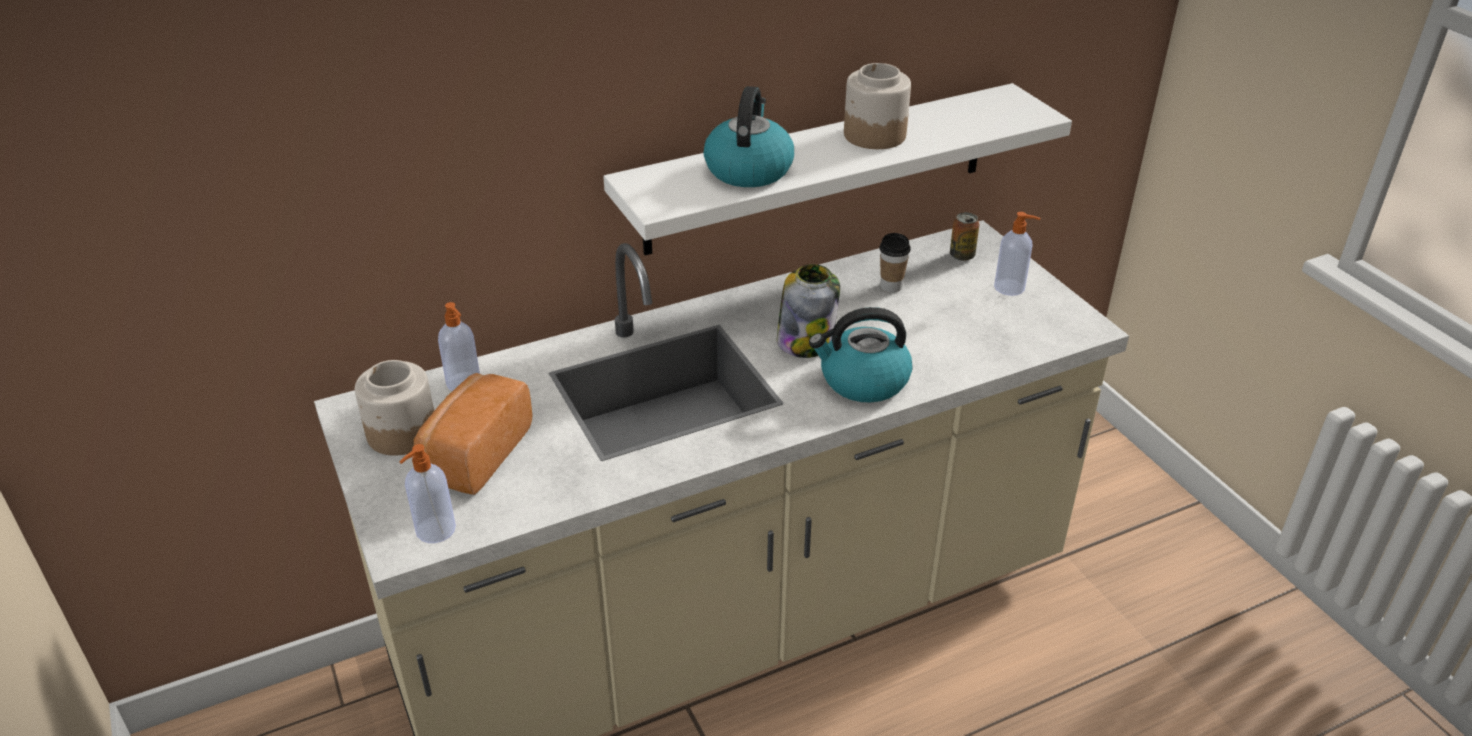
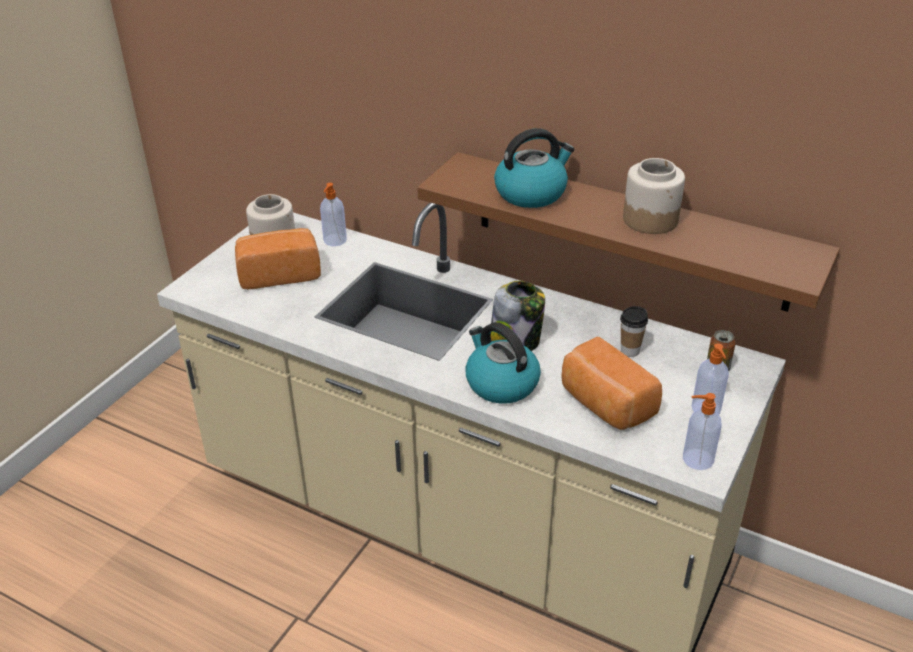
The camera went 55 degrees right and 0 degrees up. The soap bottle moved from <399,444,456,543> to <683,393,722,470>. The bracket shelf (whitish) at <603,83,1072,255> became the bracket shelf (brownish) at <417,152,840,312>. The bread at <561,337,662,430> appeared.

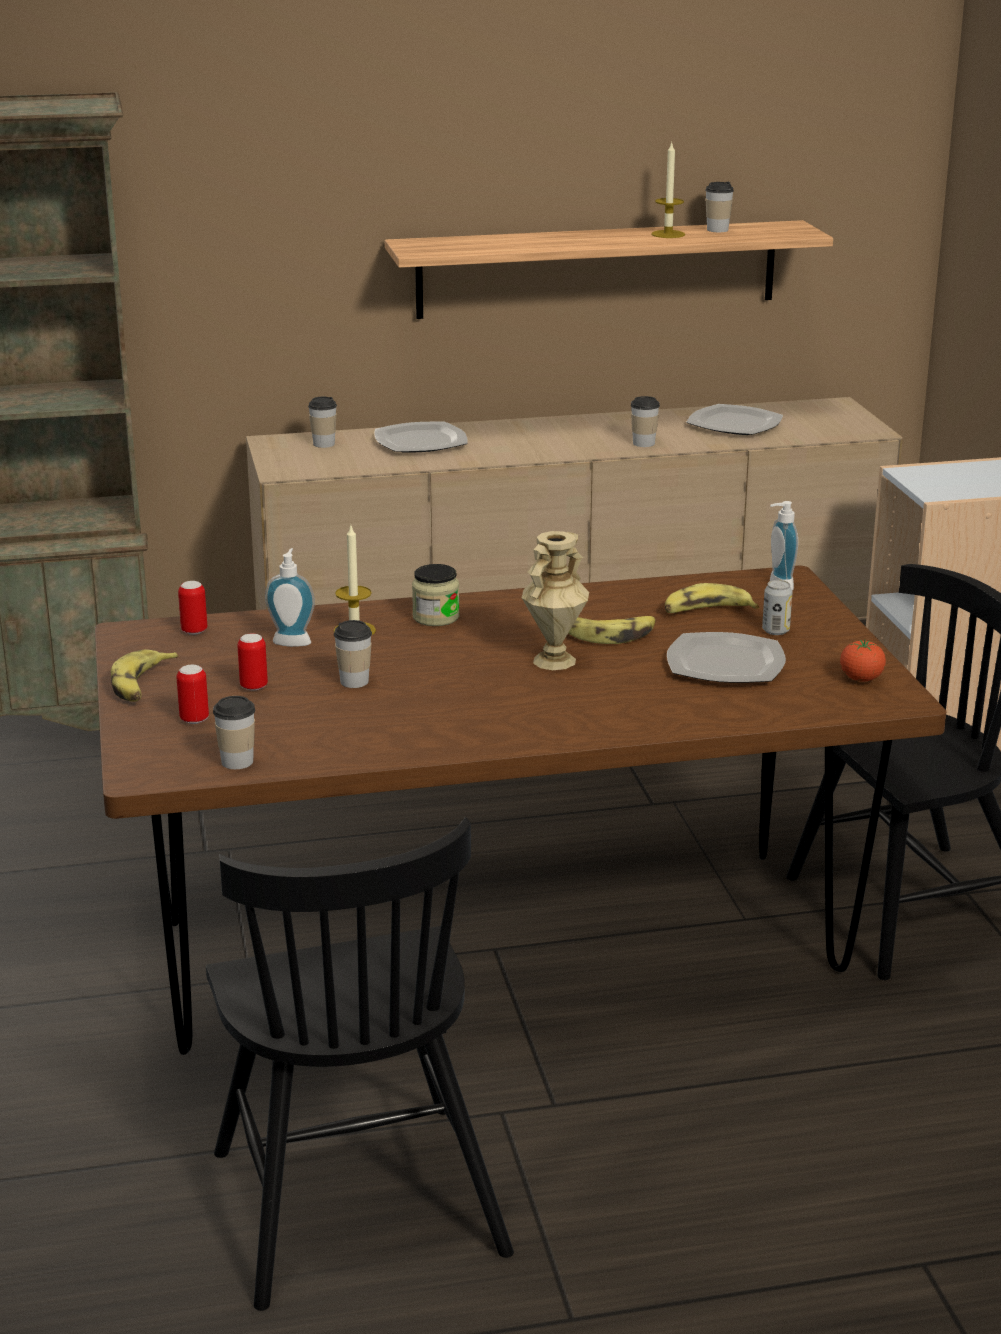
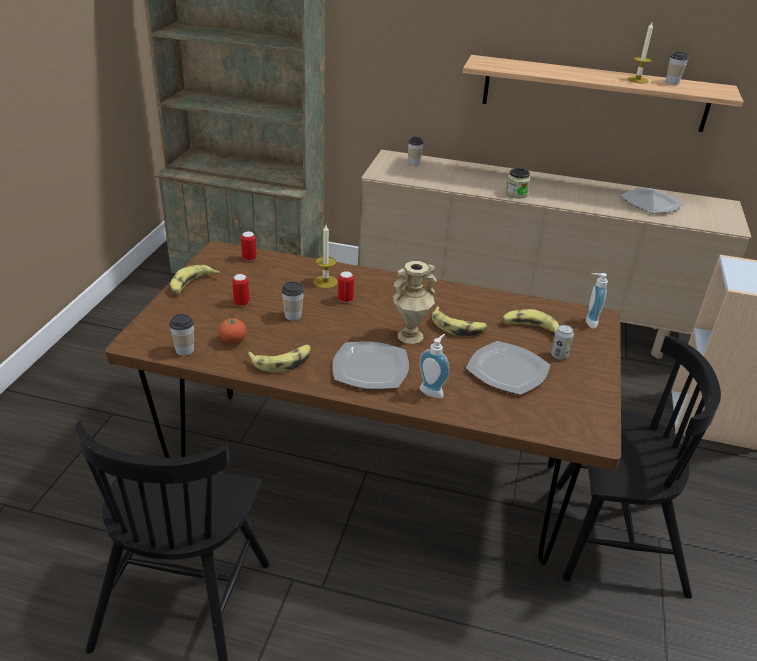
The camera went 25 degrees right and 10 degrees up. The can moved from <177,665,209,724> to <338,271,354,303>. The soap bottle moved from <265,548,315,647> to <419,334,450,398>. The plate moved from <375,422,468,453> to <333,342,409,389>. The storage jar moved from <412,564,459,626> to <505,168,530,198>. The cup at <631,396,660,447> disappeared. The tomato moved from <840,639,886,682> to <218,318,247,344>. The banana at <247,345,311,372> appeared.

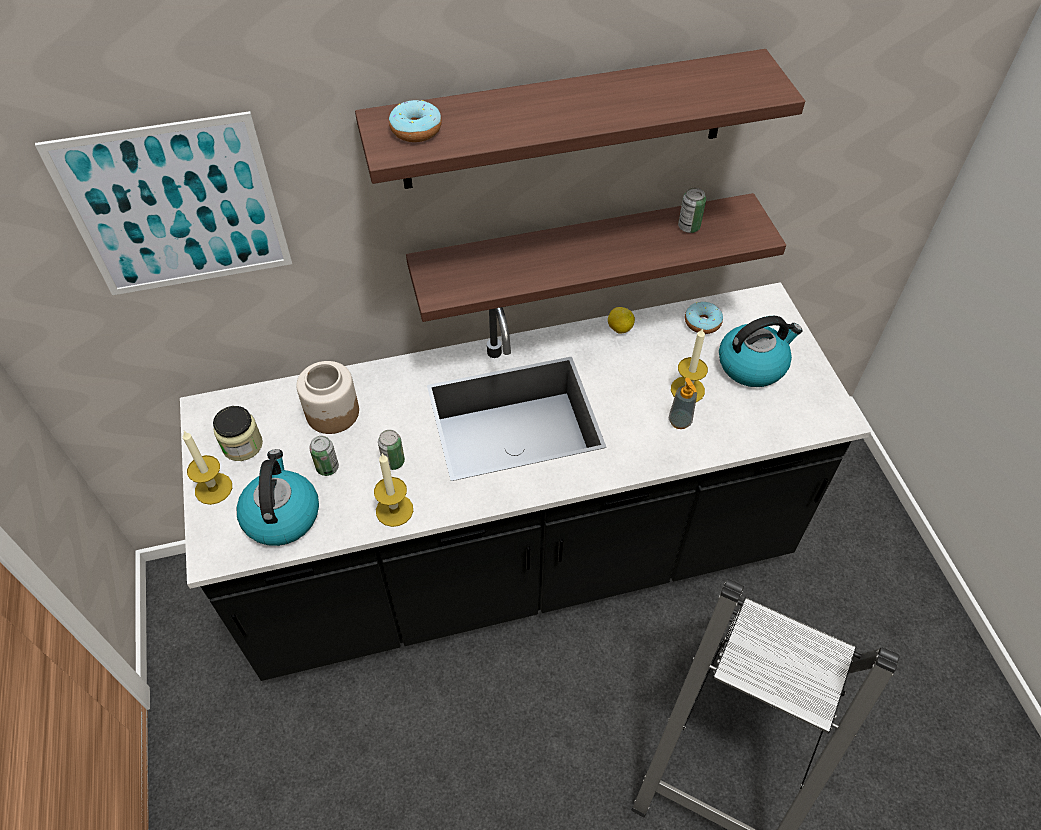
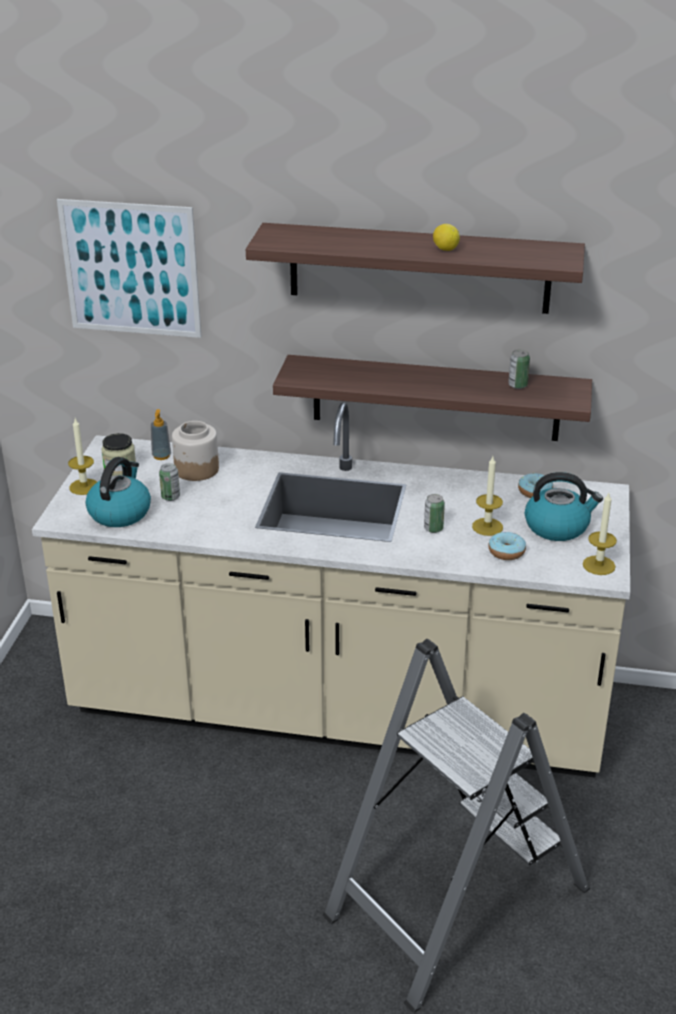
The camera went 25 degrees right and 20 degrees down. The counter (black-coloured) at <180,282,871,681> became the counter (sand-coloured) at <32,403,630,777>. The wax light moved from <374,453,413,527> to <583,493,617,575>. The can moved from <378,430,405,470> to <424,494,445,533>. The doughnut moved from <389,100,442,142> to <488,532,526,560>. The citrus fruit moved from <608,307,635,333> to <433,224,460,251>. The soap bottle moved from <669,378,697,429> to <151,409,171,460>.

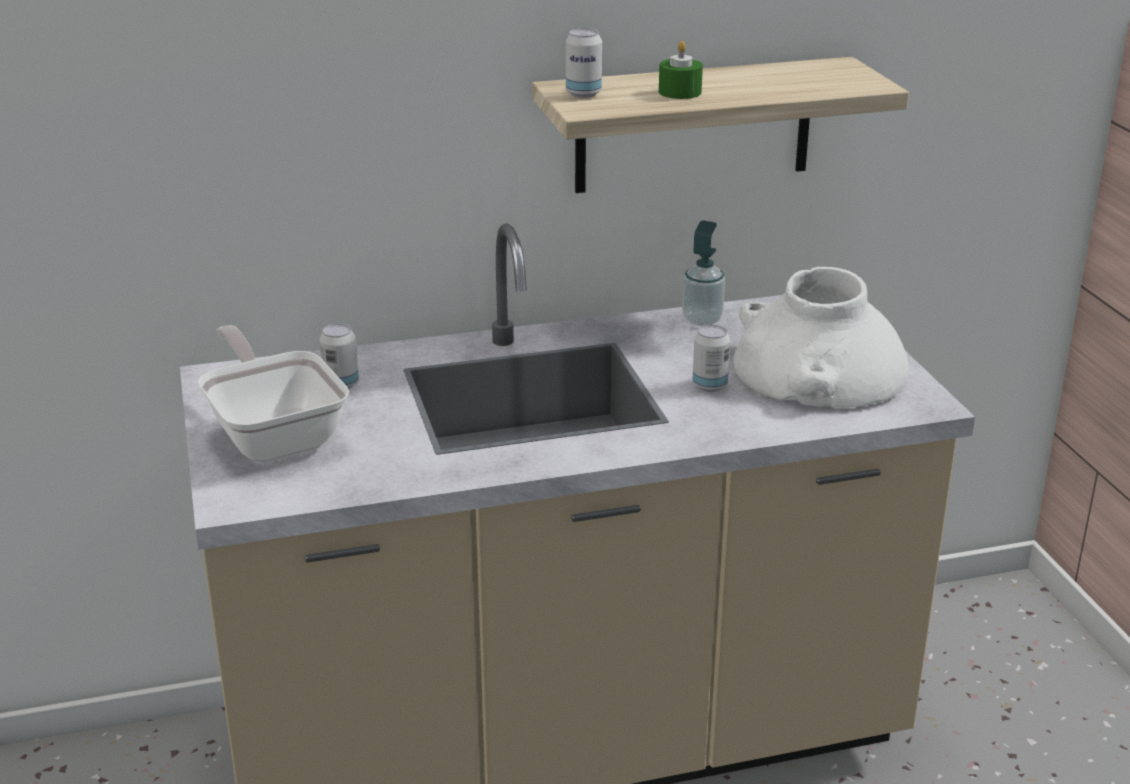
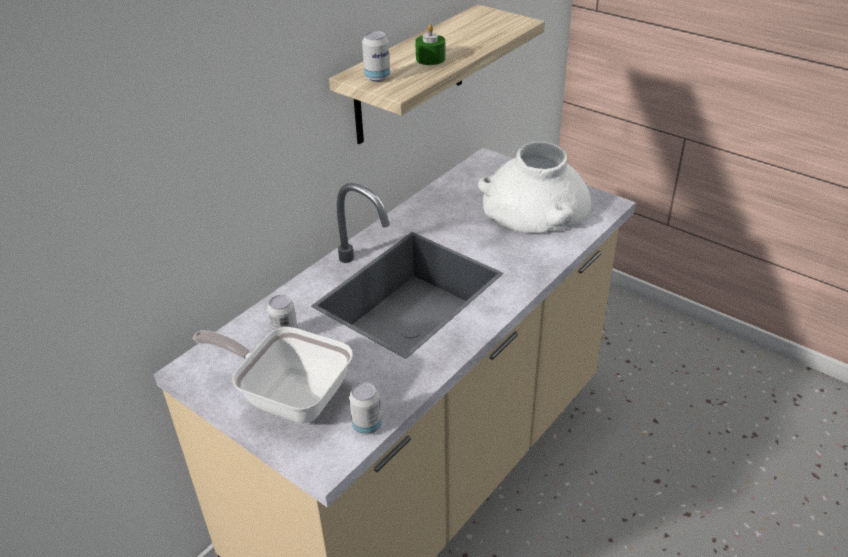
The camera went 35 degrees left and 10 degrees up. The soap bottle at <682,221,725,326> disappeared. The can moved from <692,325,730,392> to <349,382,382,435>.

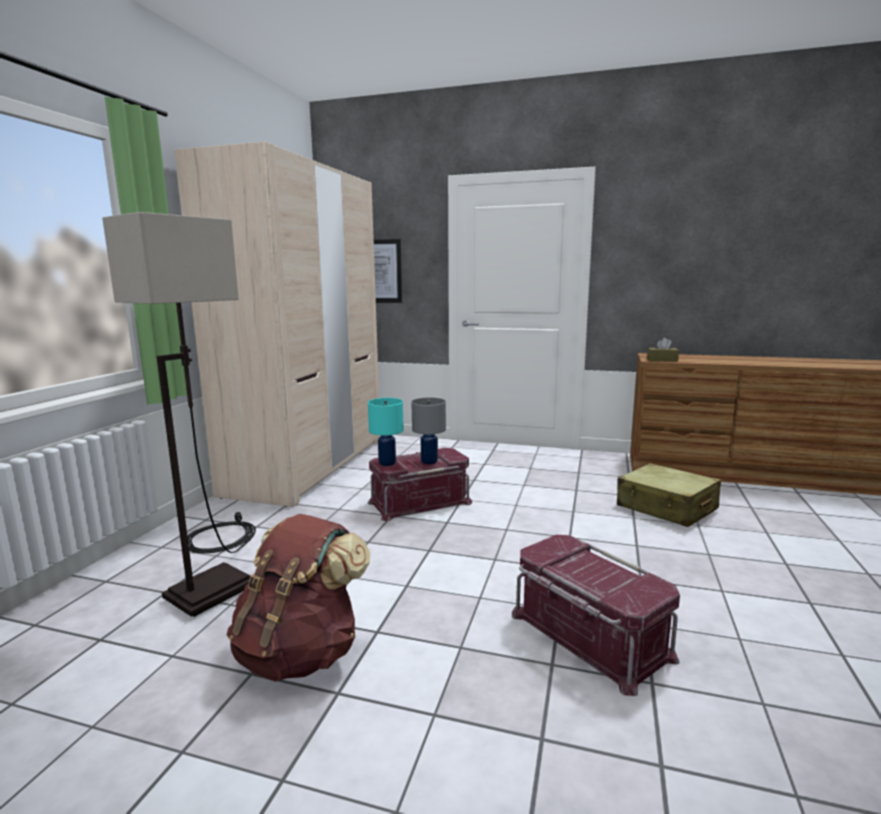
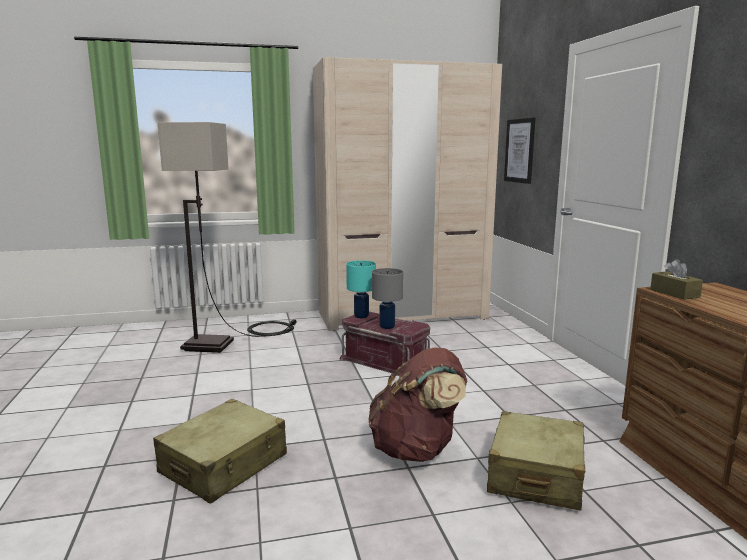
The camera went 60 degrees right and 0 degrees up. The backpack (brownish) moved from <227,514,370,682> to <369,347,468,462>. The storage bin (red-coloured) at <512,535,680,696> was replaced by the travel case (sand-coloured) at <153,399,287,504>.

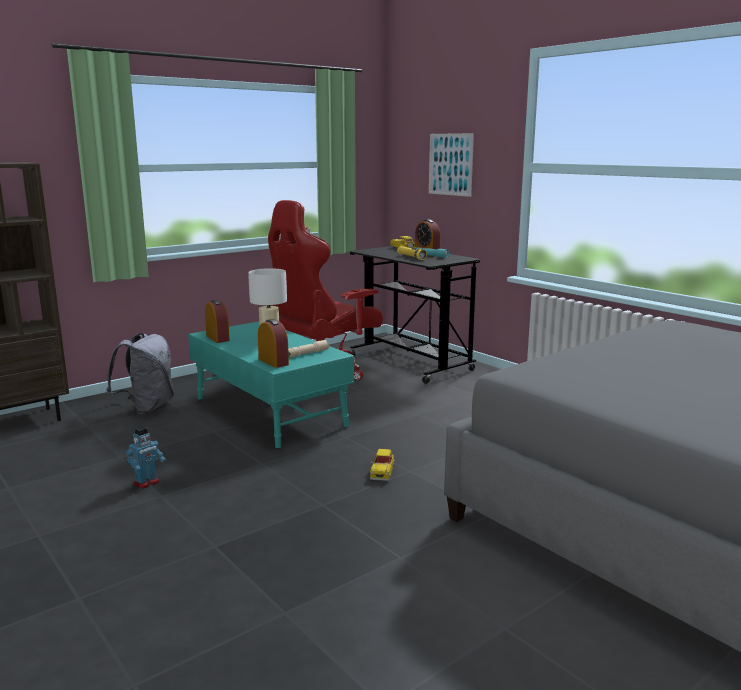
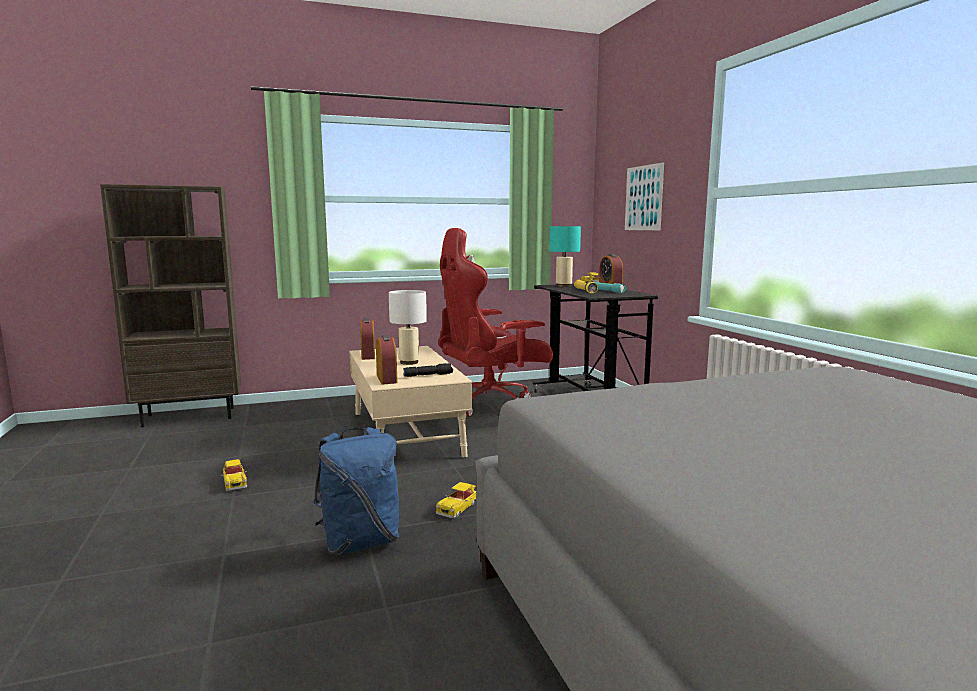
The camera went 20 degrees right and 5 degrees down. The backpack (greyish) at <107,333,174,414> disappeared. The robot figure at <126,426,166,489> was replaced by the toy car at <221,459,247,491>. The coffee table (turquoise-coloured) at <188,321,354,449> became the coffee table (sand-coloured) at <349,346,472,458>. The hand torch (sand-coloured) at <288,340,329,357> became the hand torch (black-coloured) at <403,363,453,377>. The backpack (bluish) at <313,427,399,555> appeared. The tabletop lamp (turquoise-coloured) at <550,226,581,287> appeared.

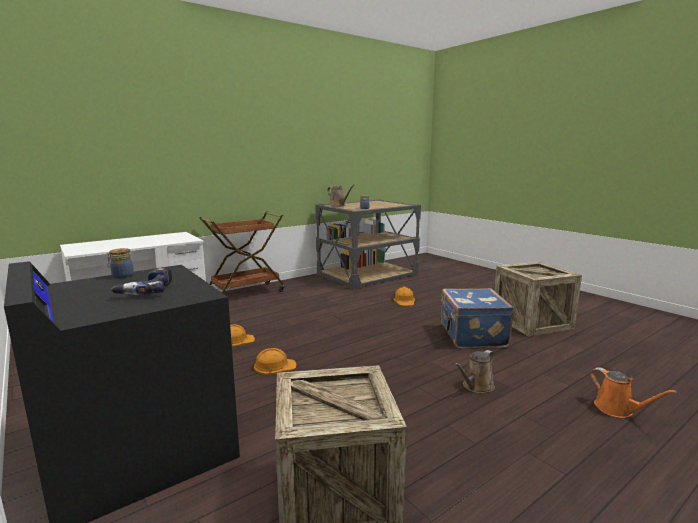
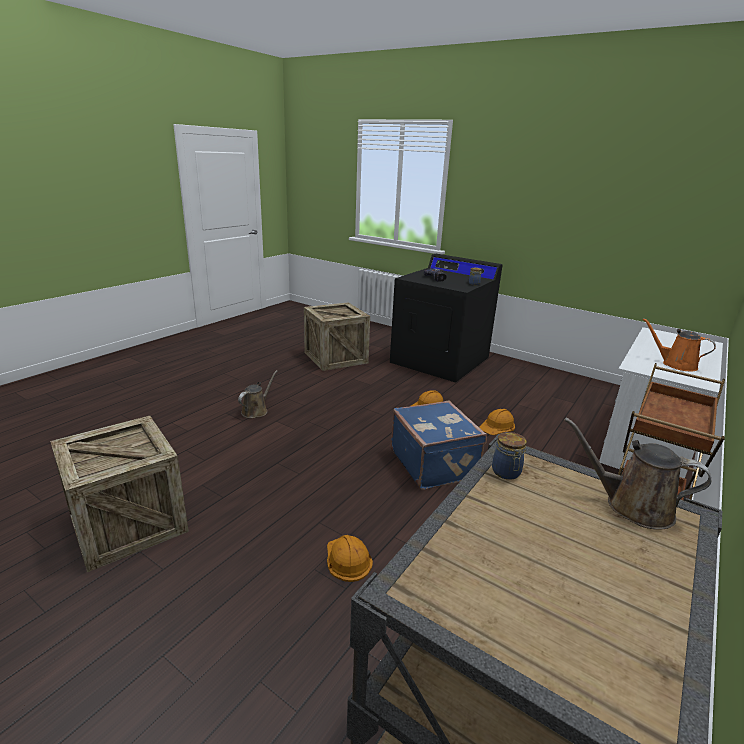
The camera went 160 degrees right and 10 degrees up. The travel case (bluish) moved from <441,288,514,349> to <391,401,487,490>. The watering can (orangey) moved from <590,367,677,418> to <643,318,716,371>.

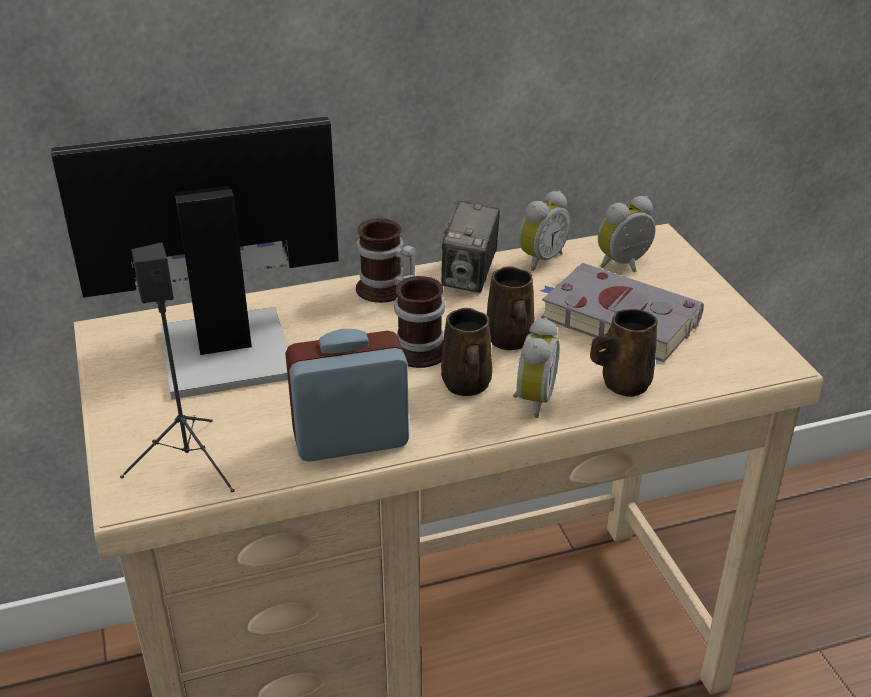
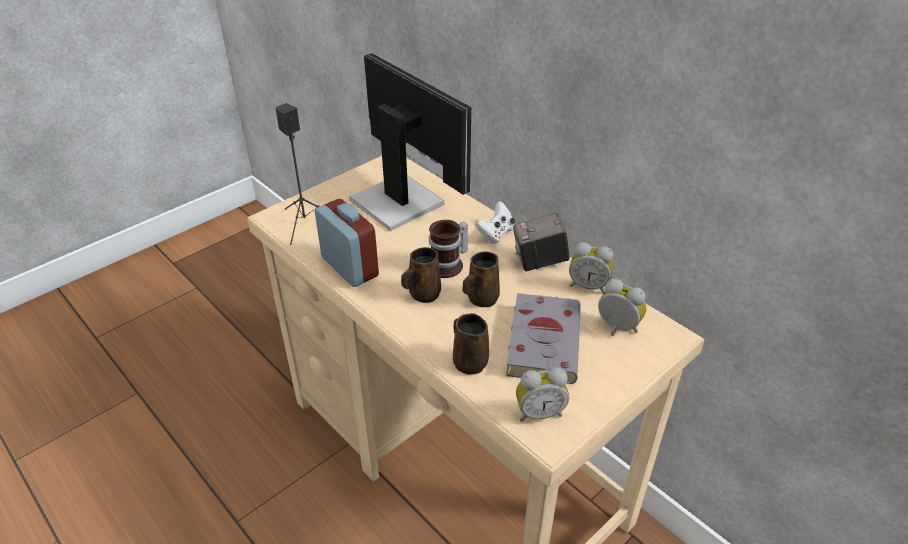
The camera went 65 degrees right and 5 degrees up. The coffee mug at <356,218,415,303> was replaced by the gamepad (whitish) at <475,201,515,244>. The alarm clock moved from <513,318,560,418> to <516,367,569,422>.

